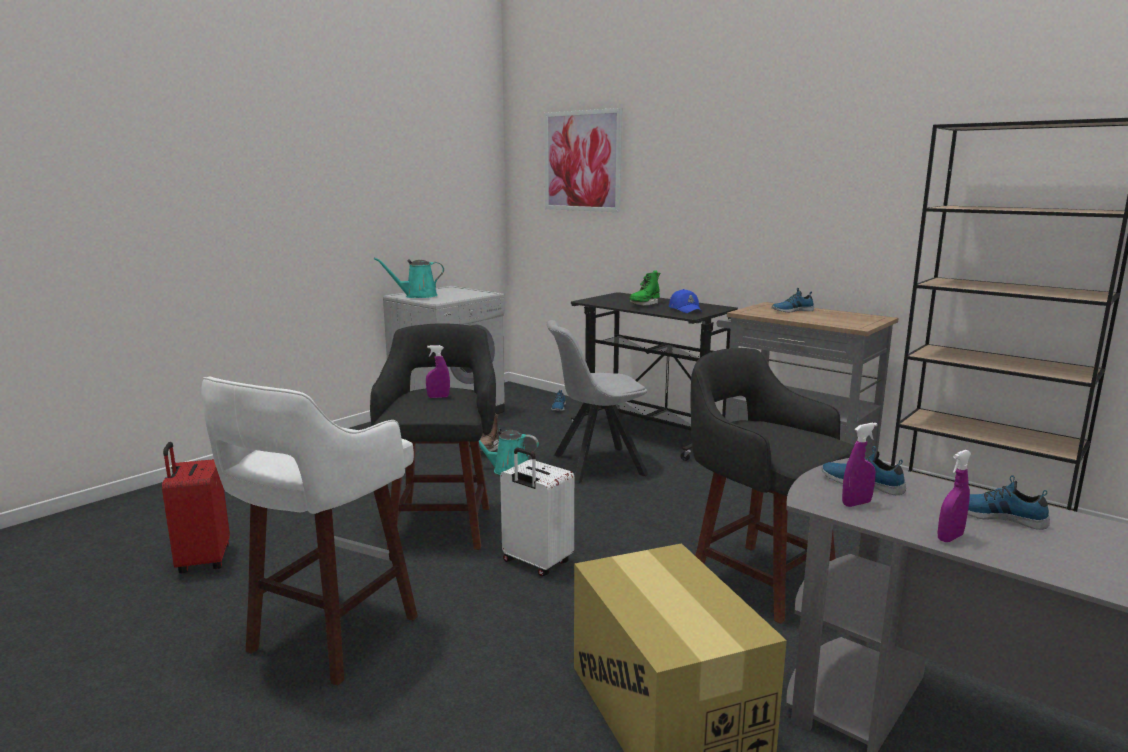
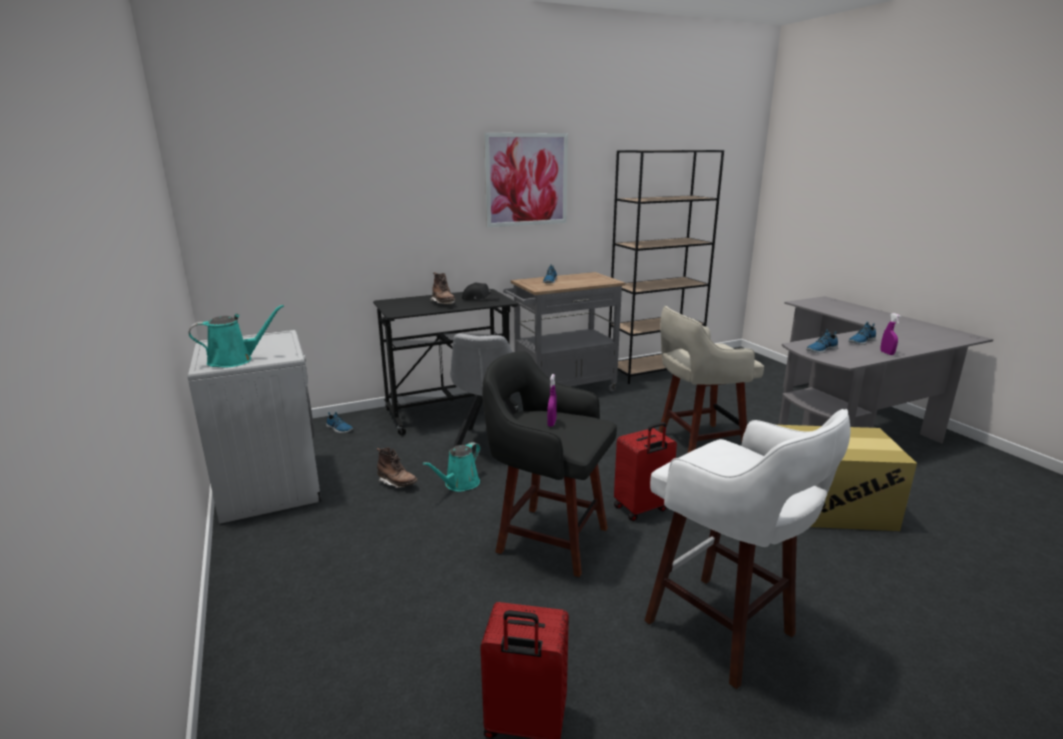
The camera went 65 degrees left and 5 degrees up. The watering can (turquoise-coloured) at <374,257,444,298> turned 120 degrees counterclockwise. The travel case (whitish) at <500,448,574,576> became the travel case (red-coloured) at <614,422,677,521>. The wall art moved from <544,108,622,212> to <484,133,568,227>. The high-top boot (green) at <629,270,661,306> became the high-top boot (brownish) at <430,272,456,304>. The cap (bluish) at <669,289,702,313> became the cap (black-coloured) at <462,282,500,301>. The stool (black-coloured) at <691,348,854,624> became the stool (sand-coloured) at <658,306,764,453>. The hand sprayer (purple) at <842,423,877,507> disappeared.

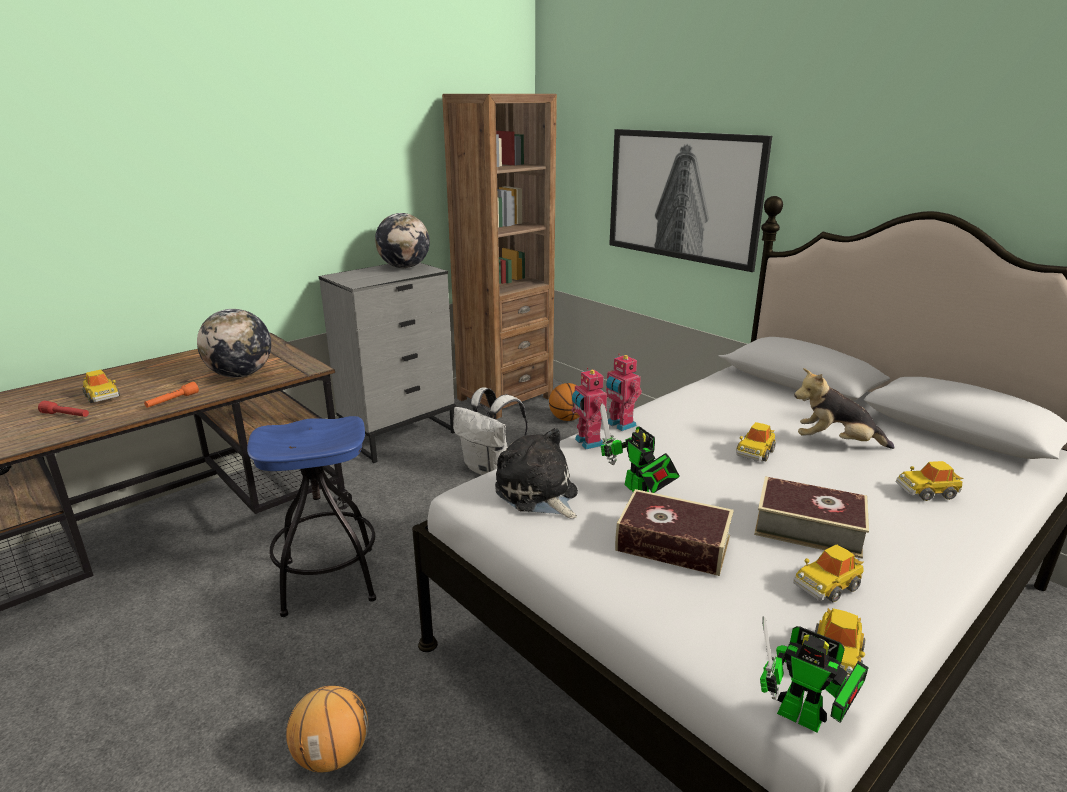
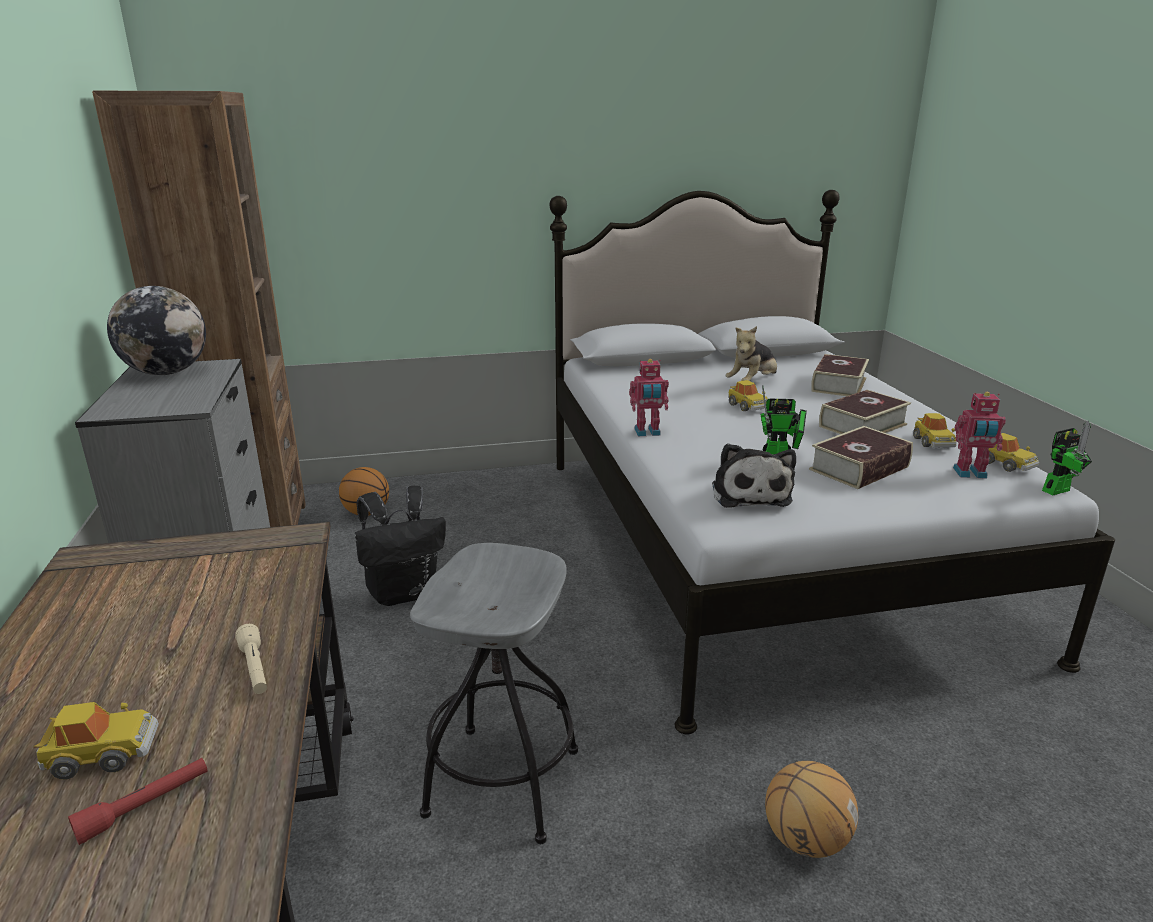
The camera went 60 degrees left and 0 degrees up. The hand torch (orangey) at <144,382,199,408> became the hand torch (sand-coloured) at <235,624,267,694>. The desk globe at <197,309,271,377> disappeared. The stool (bluish) at <247,416,376,617> became the stool (greyish) at <410,543,578,844>. The backpack (whitish) at <453,387,527,475> became the backpack (black-coloured) at <355,486,446,606>. The soft toy at <495,428,578,519> turned 90 degrees counterclockwise. The robot figure moved from <571,367,607,449> to <953,392,1006,479>. The wall art at <609,129,772,272> disappeared. The toy car at <896,461,964,501> was replaced by the bound book at <811,354,869,396>.

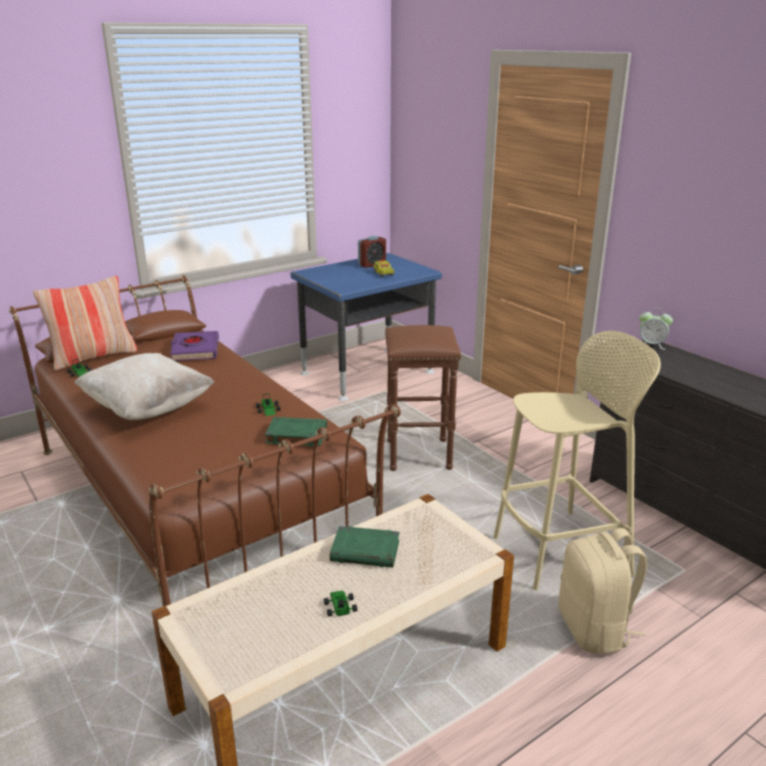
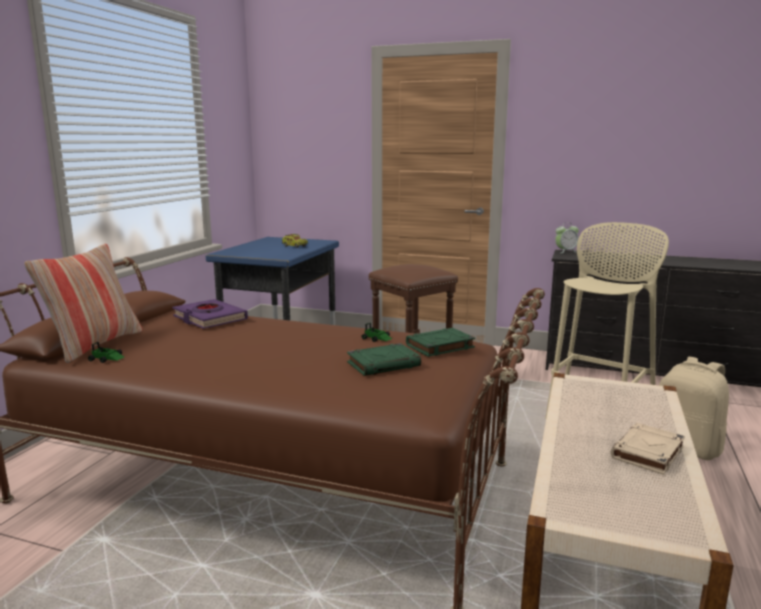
The camera went 35 degrees left and 10 degrees down. The throw pillow (sand-coloured) at <74,353,214,420> disappeared. The toy car at <324,591,357,617> was replaced by the bound book (sand-coloured) at <611,423,685,475>. The bound book (green) moved from <330,526,400,568> to <347,343,421,376>. The alarm clock at <358,236,386,268> disappeared.

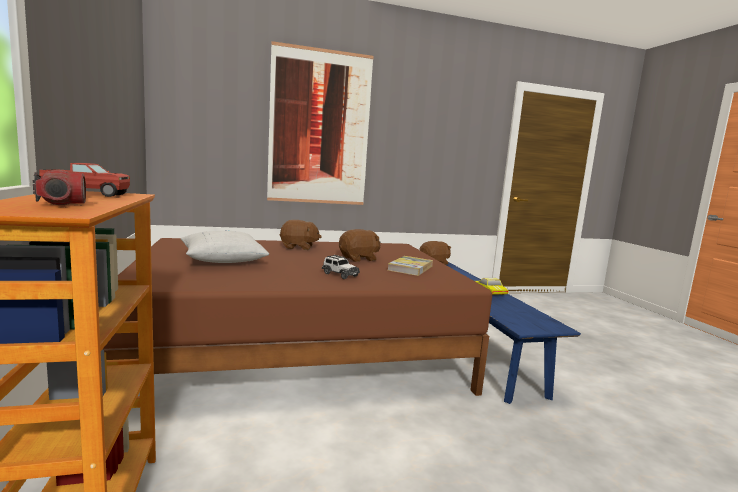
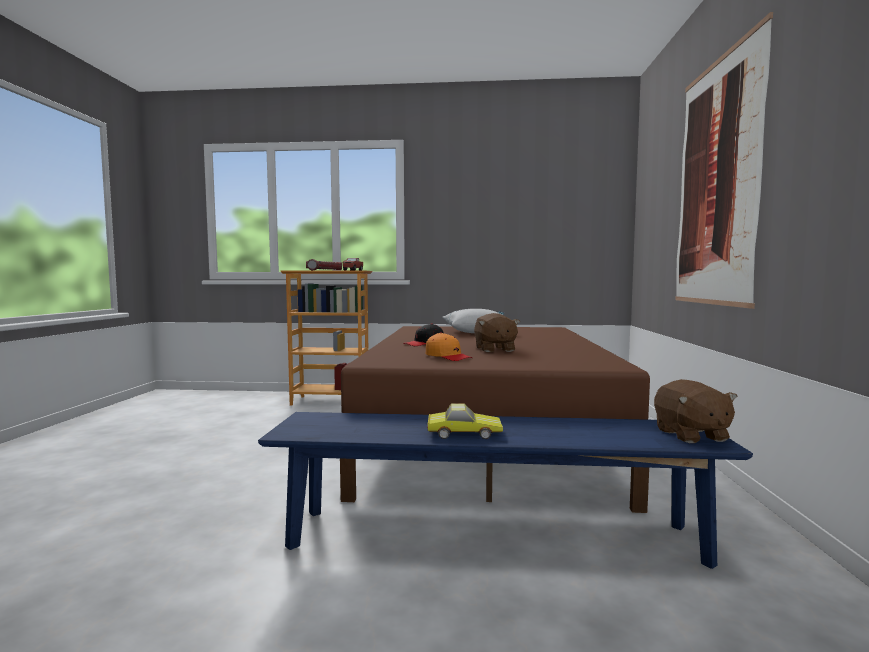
The camera went 110 degrees right and 5 degrees down. The soft toy (brownish) at <280,220,322,250> disappeared. The toy car at <322,255,360,279> was replaced by the cap (black-coloured) at <403,323,443,346>. The bound book at <388,256,433,276> was replaced by the cap (orangey) at <425,332,473,361>.

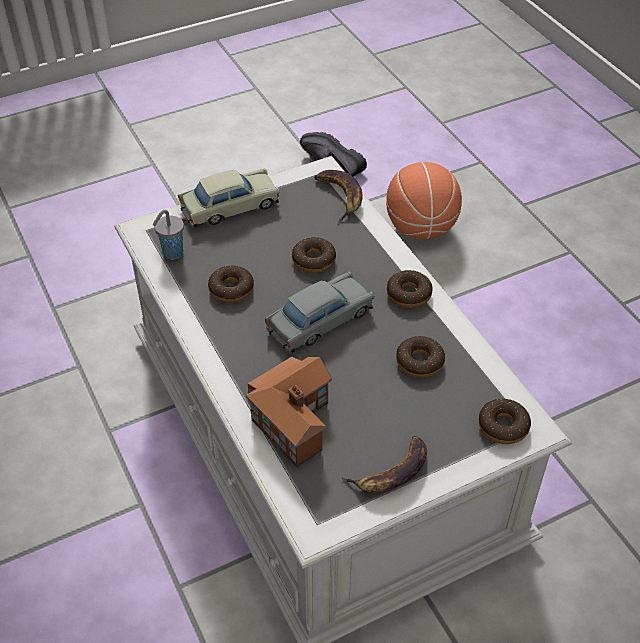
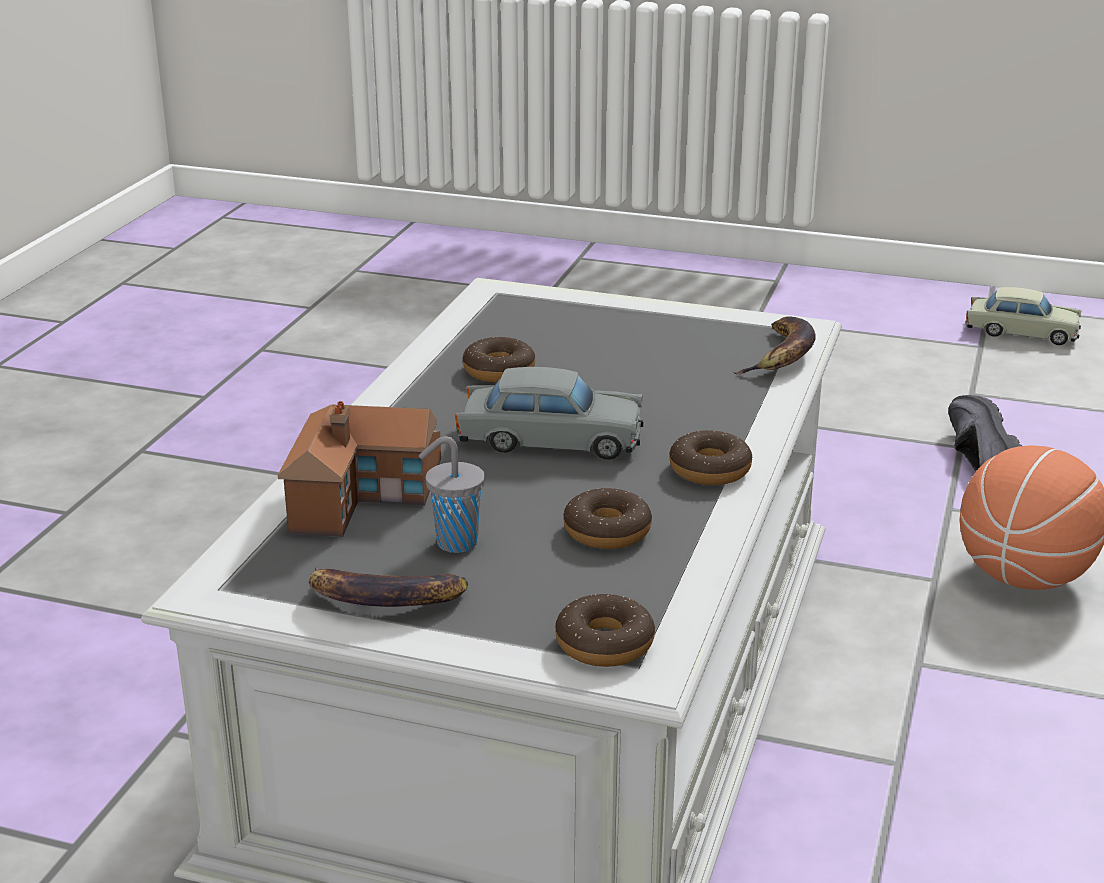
The camera went 45 degrees right and 20 degrees down. The cup (greyish) moved from <153,210,184,260> to <419,436,485,553>. The toy car (sand-coloured) moved from <178,168,280,227> to <965,287,1082,345>. The doughnut at <292,237,336,273> disappeared.

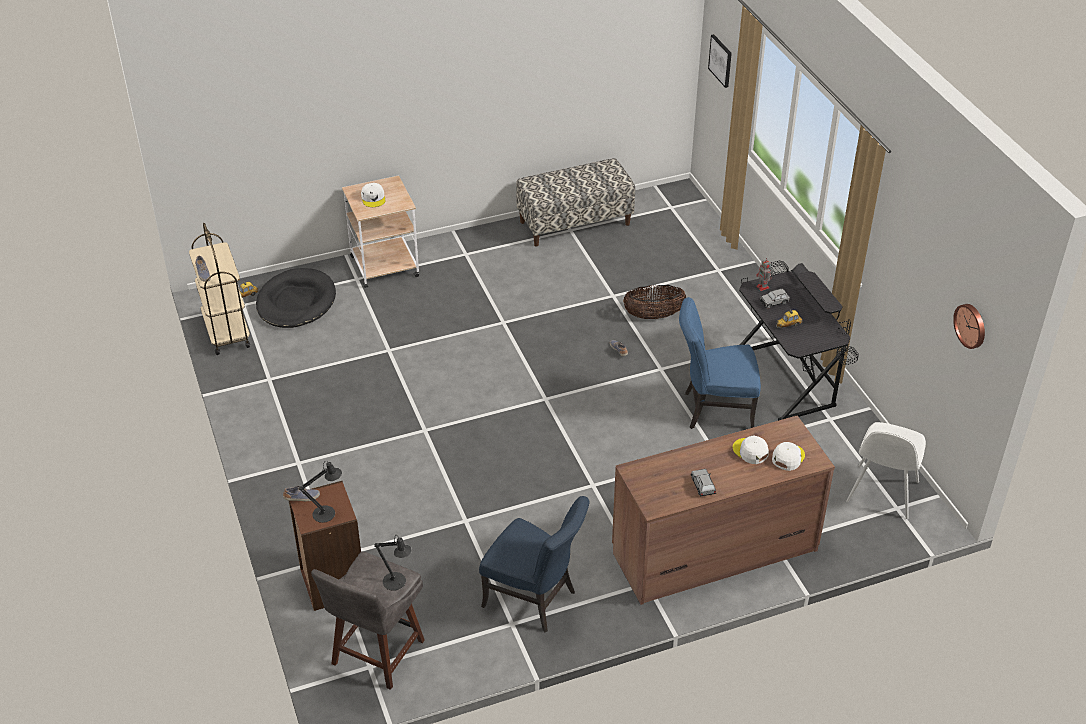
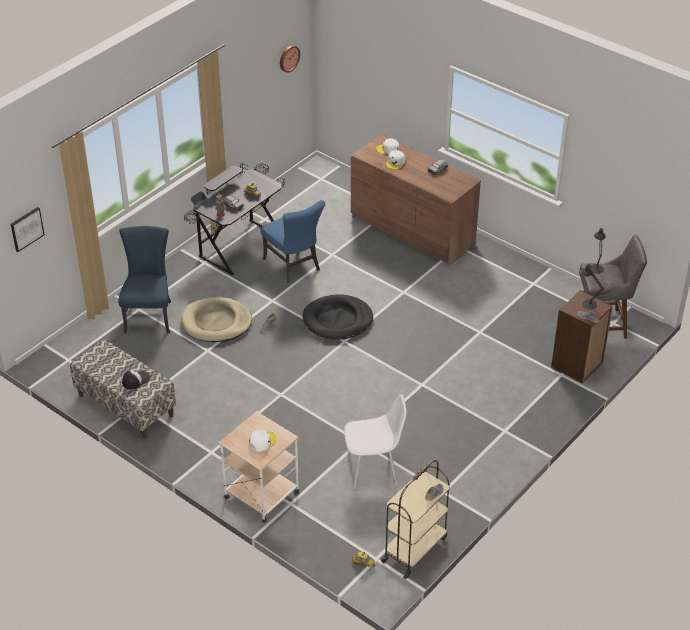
The camera went 120 degrees left and 0 degrees up. The dog bed (black-coloured) moved from <256,268,336,328> to <303,295,373,340>. The chair (bluish) moved from <479,496,590,633> to <118,226,171,333>. The basket at <623,285,686,319> was replaced by the dog bed (sand-coloured) at <181,297,252,342>. The chair (whitish) moved from <846,422,926,519> to <344,394,407,489>. The cap at <122,370,150,389> appeared.

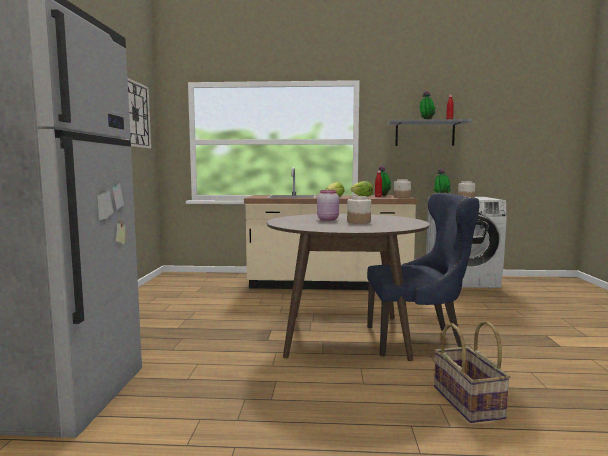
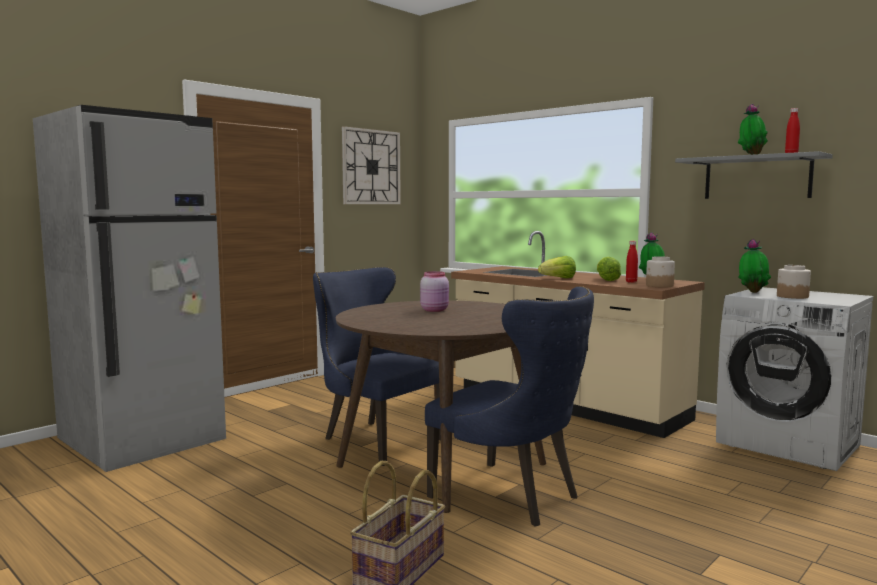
The camera went 40 degrees right and 0 degrees up. The storage jar at <347,196,371,224> disappeared. The chair (bluish) at <313,267,441,466> appeared.

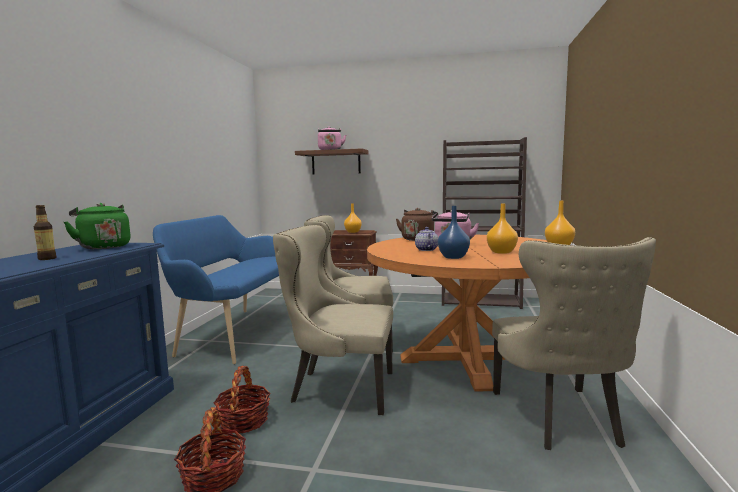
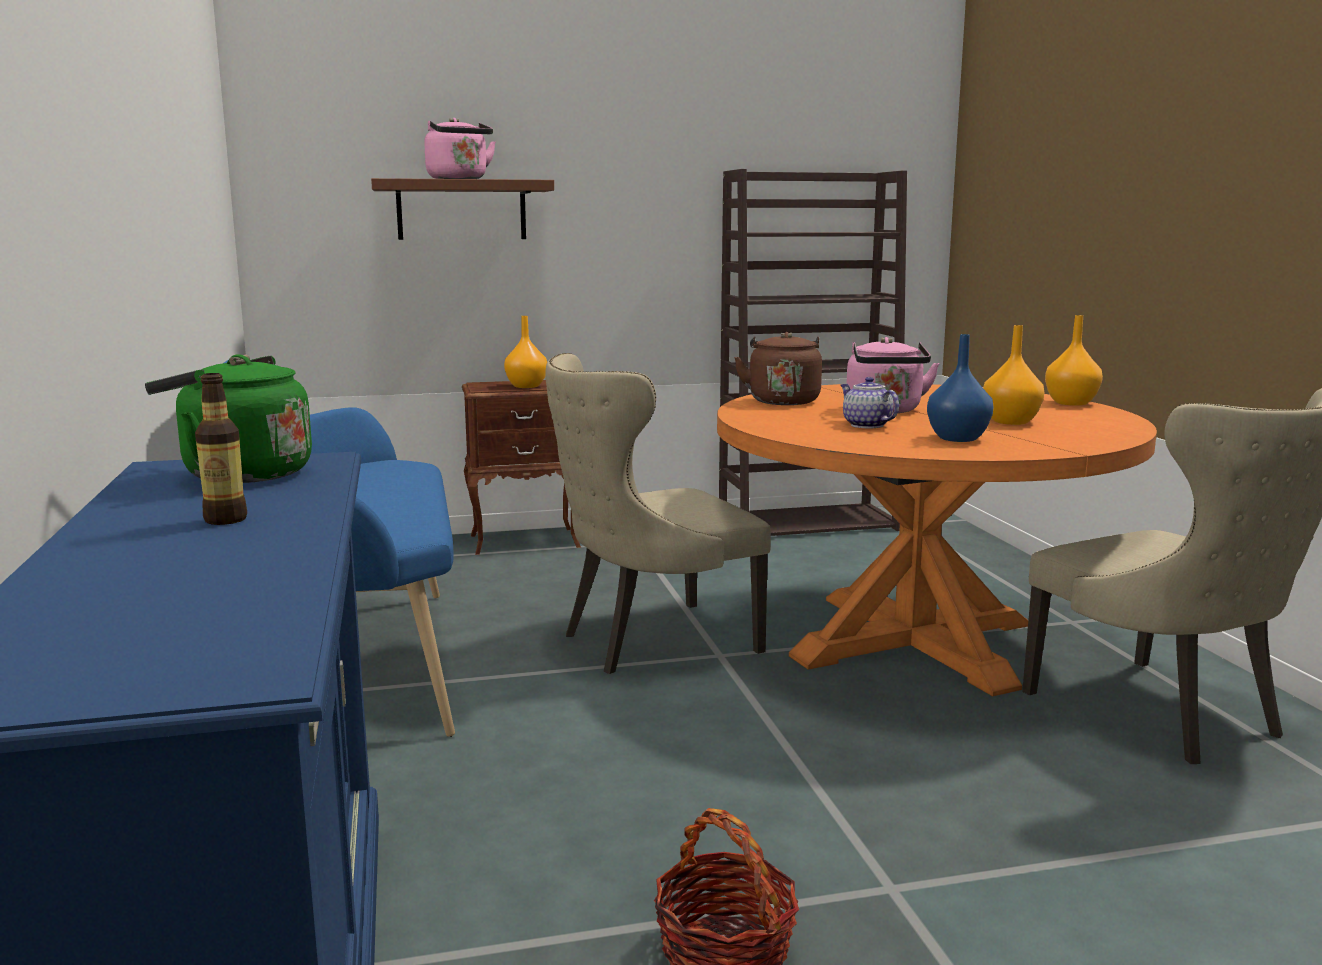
The camera went 25 degrees left and 5 degrees up. The basket at <213,366,271,433> disappeared. The chair (sand-coloured) at <273,225,393,415> disappeared.

